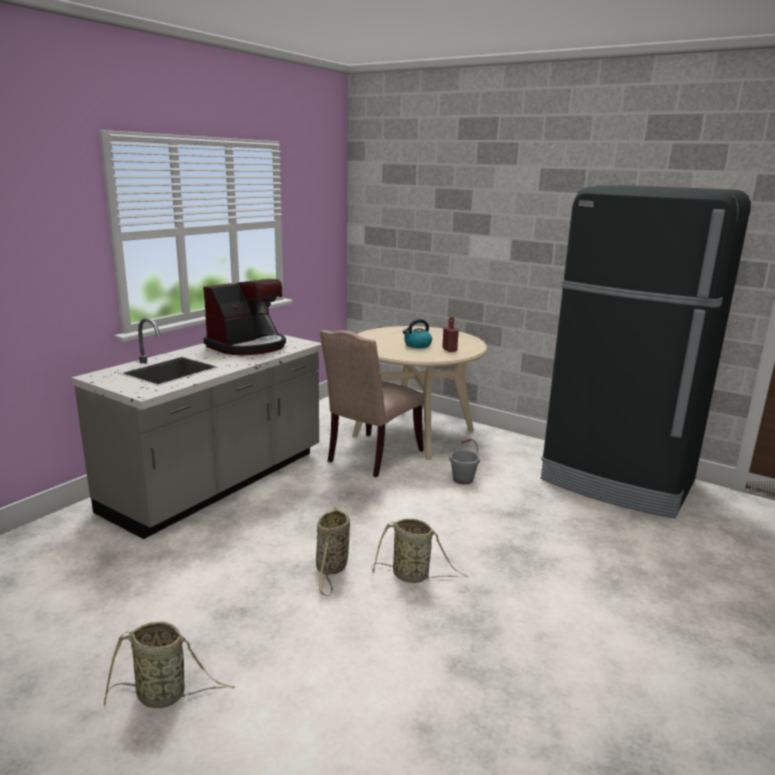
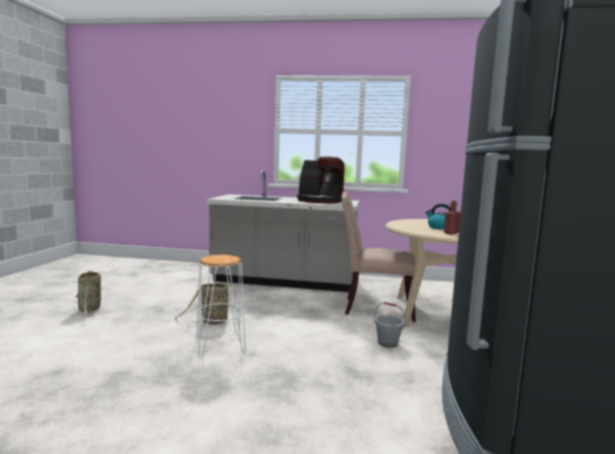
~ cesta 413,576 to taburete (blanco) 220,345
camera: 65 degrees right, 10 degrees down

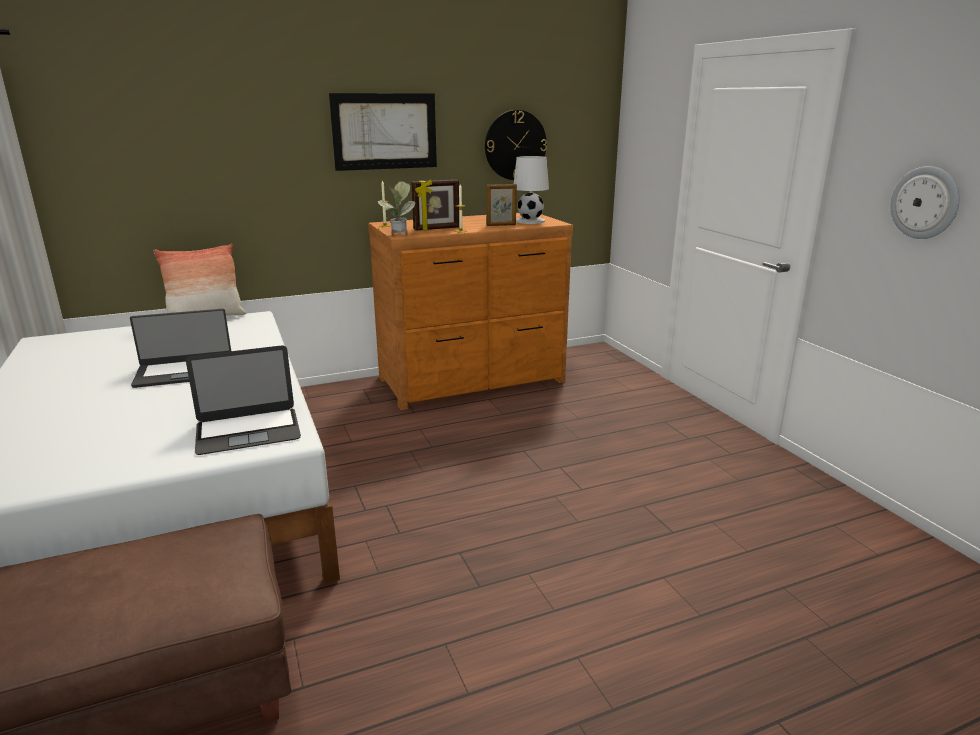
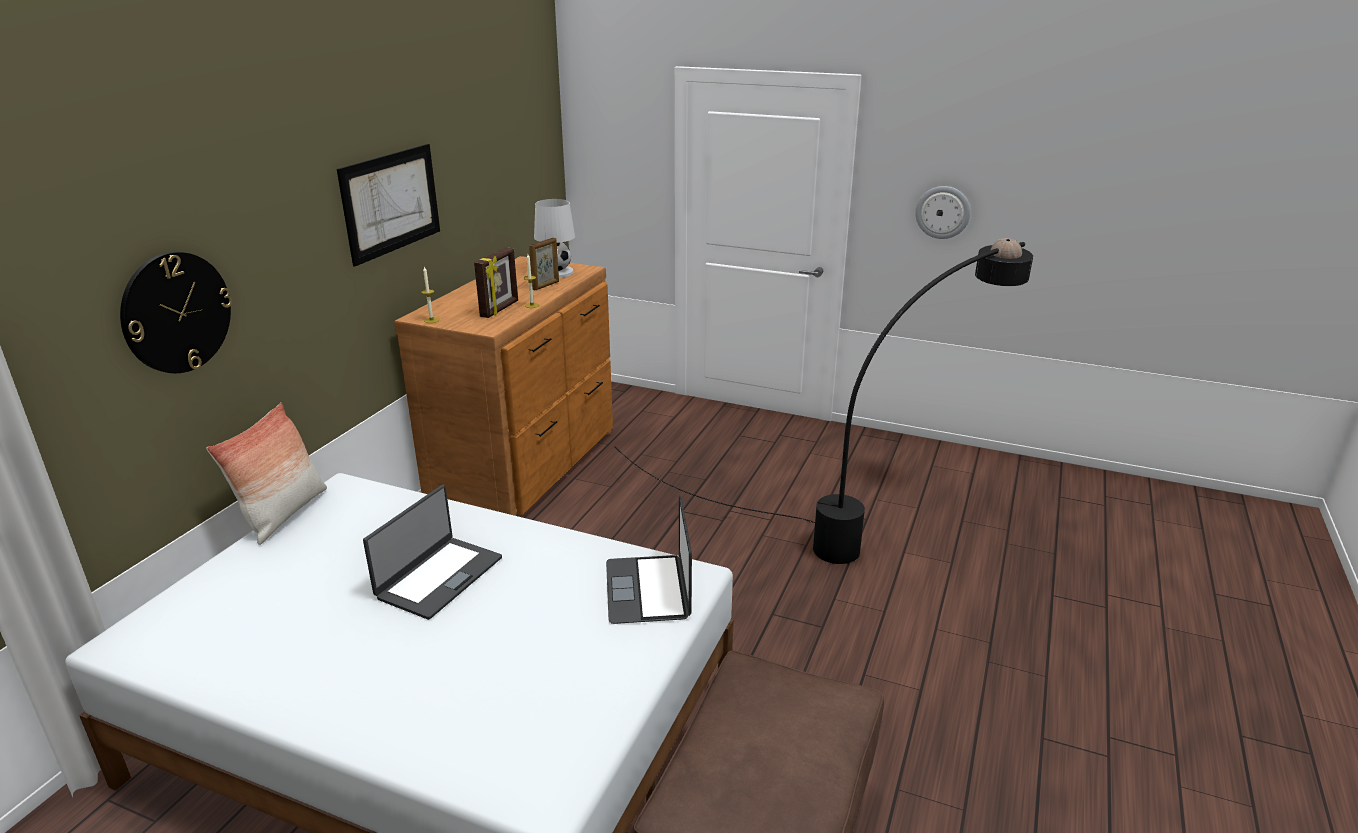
~ portátil 248,431 = 648,589 150 degrees clockwise
- planta en maceta 398,235
~ reloj de pared 515,145 to 176,312
+ lámpara de pie (negro) 861,522
camera: 45 degrees left, 5 degrees up

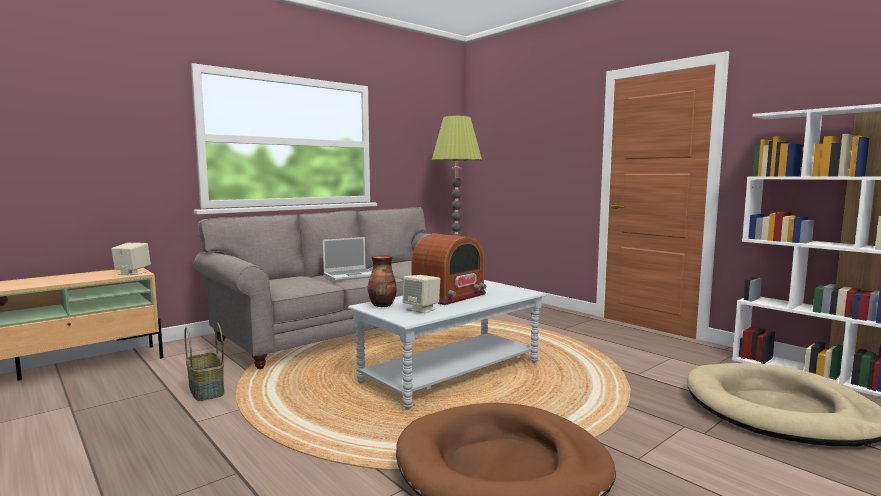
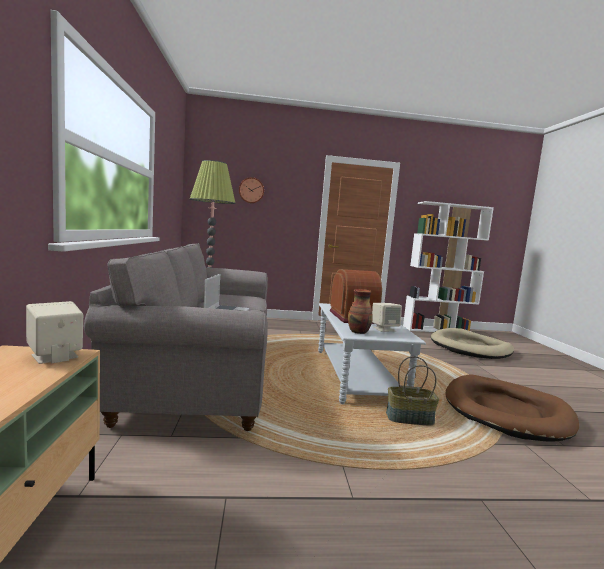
~ cesta 205,390 to 409,419
+ reloj de pared 251,190
camera: 55 degrees left, 0 degrees up

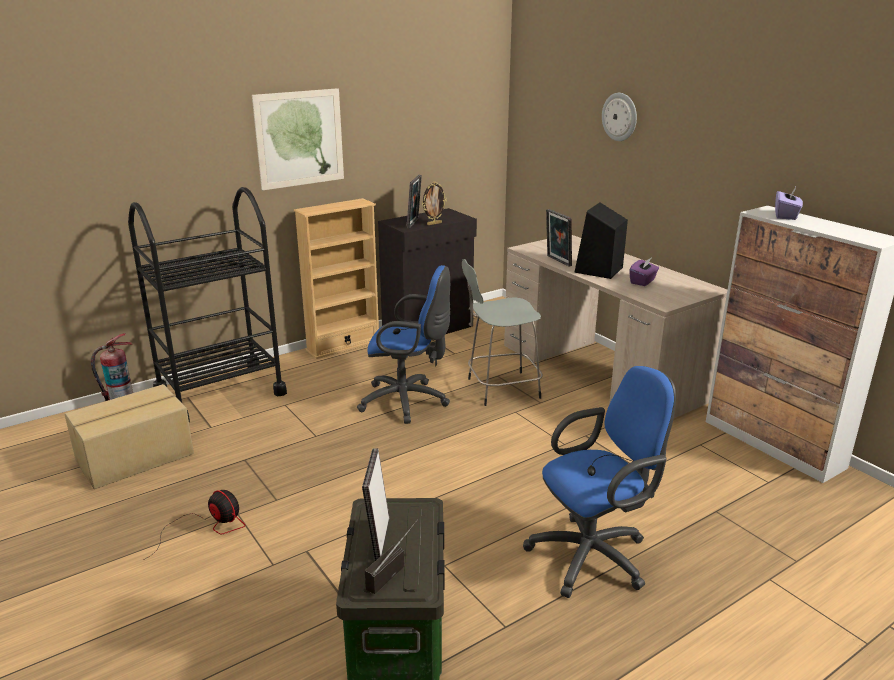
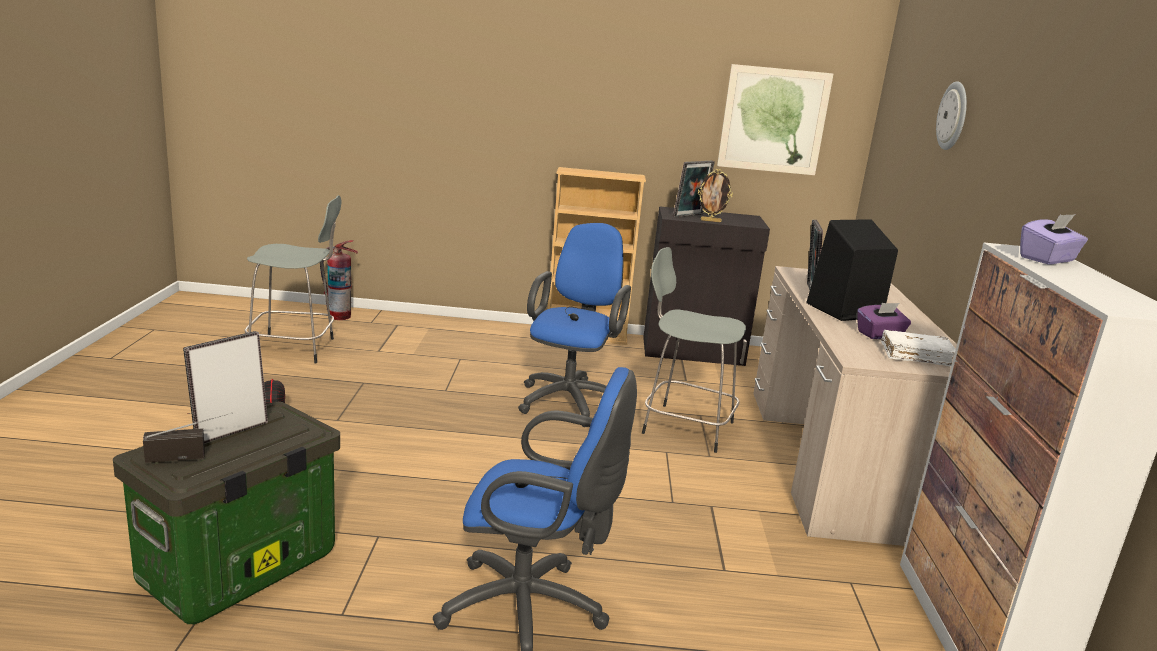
~ caja de cartón 136,457 to taburete (gris) 295,348
- carrito (negro) 220,392
~ cuadro 299,138 to 773,120
~ silla de oficina (azul) 408,402 = 570,399 120 degrees counterclockwise
+ libro (blanco) 915,355
camera: 35 degrees right, 5 degrees down

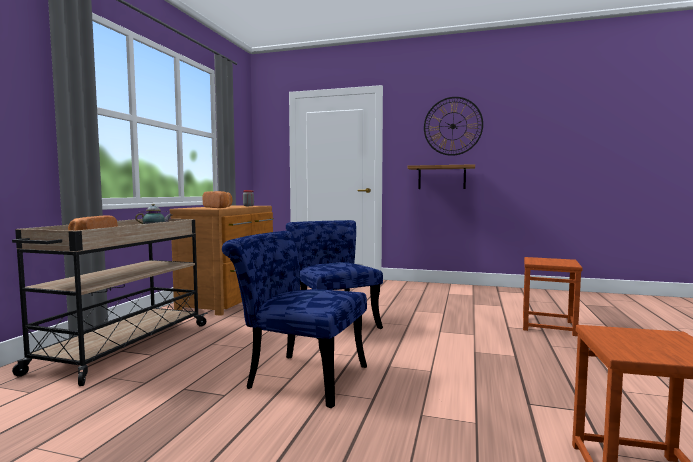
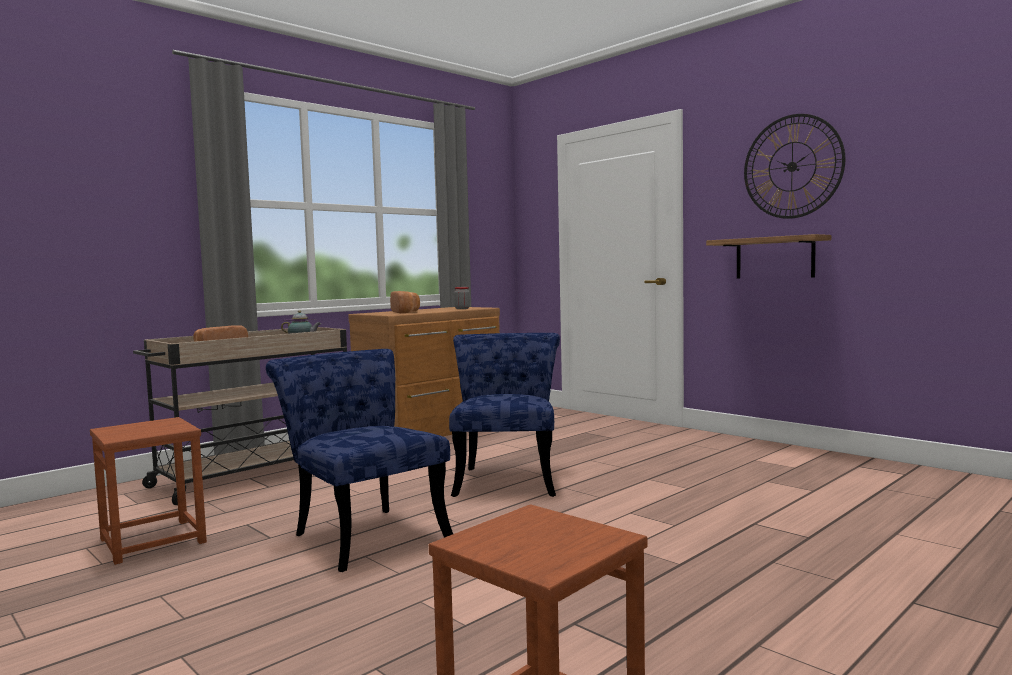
~ taburete (marrón) 548,326 to 154,540
camera: 30 degrees right, 0 degrees up

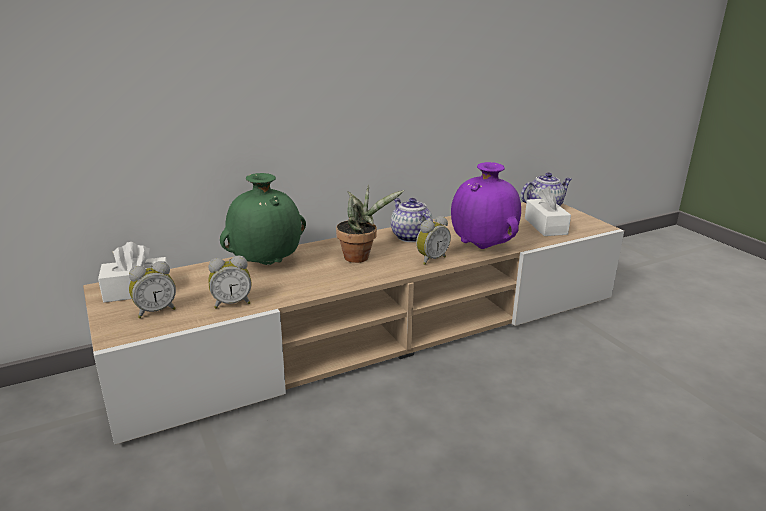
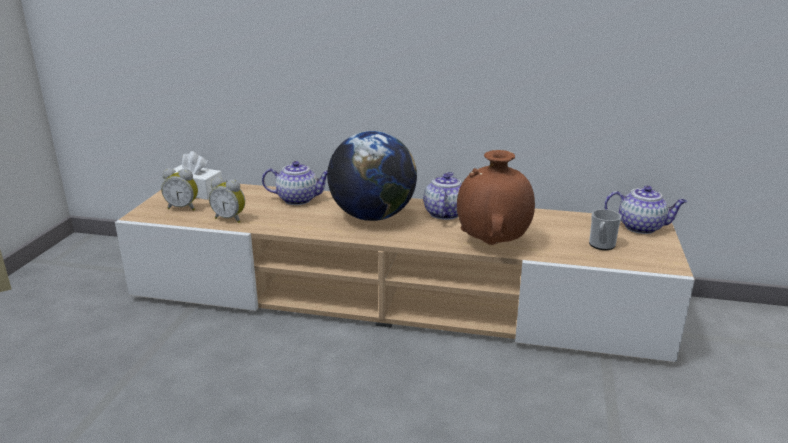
~ florero (verde) 267,263 to tetera 299,199
~ planta en maceta 360,257 to globo terráqueo 372,216
- despertador 430,259
~ florero (morado) 483,247 to florero (marrón) 492,243
~ caja de pañuelos (blanco) 545,226 to taza grande 601,246
camera: 40 degrees right, 0 degrees up

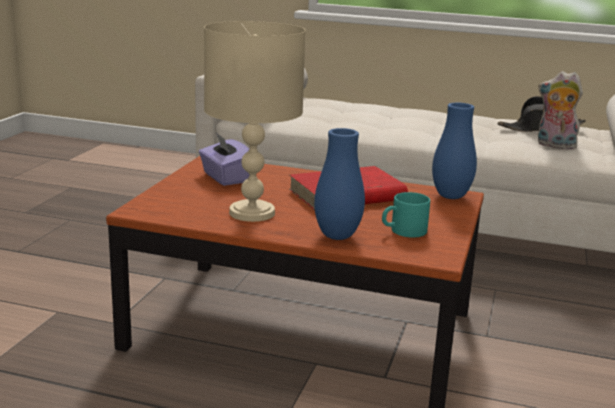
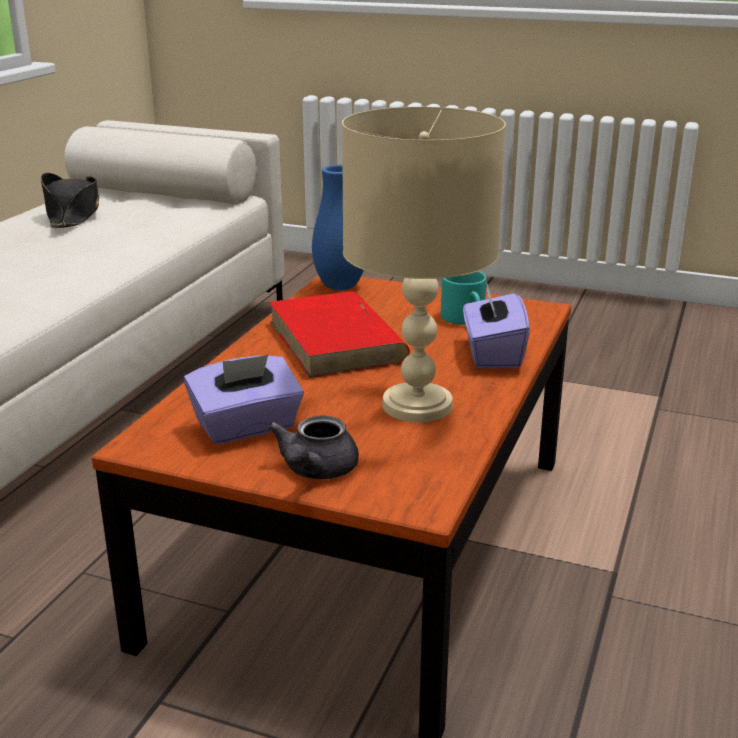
~ florero (azul) 337,236 to caja de pañuelos (morado) 492,354
- peluche 554,146
+ tetera (gris) 315,471
camera: 85 degrees left, 5 degrees up

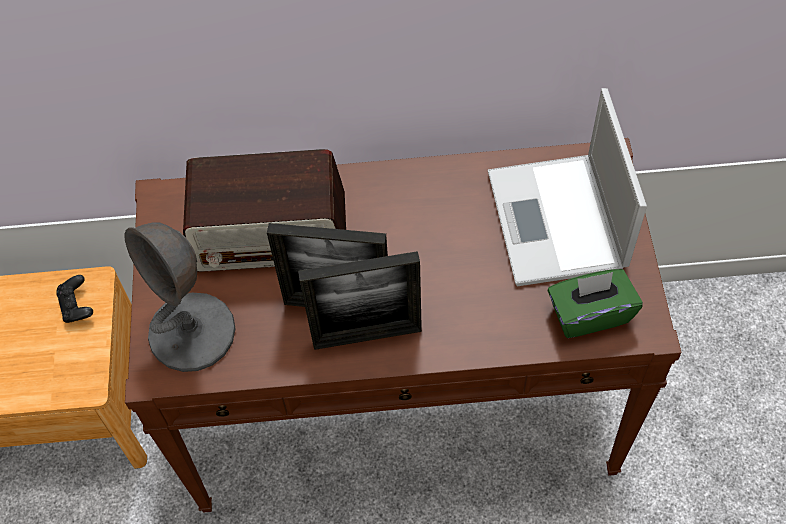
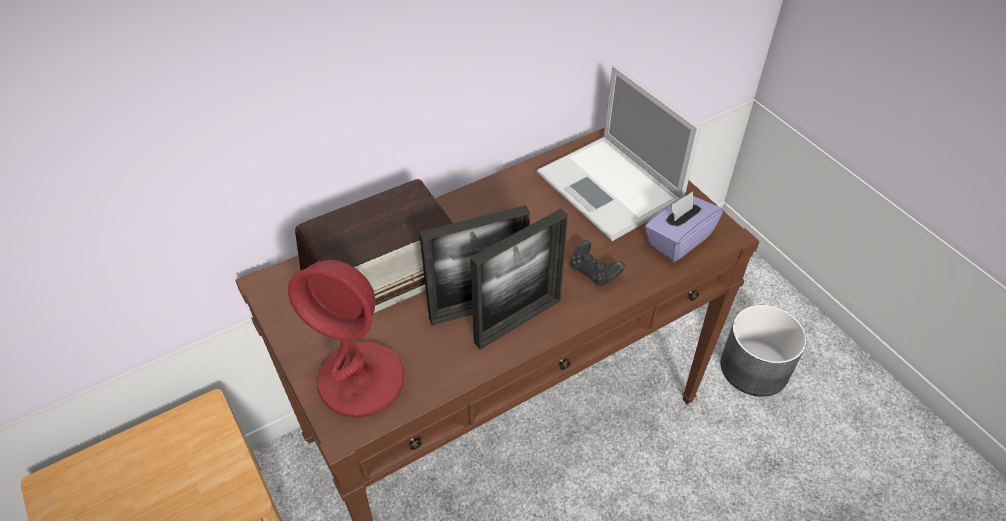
~ mando de consola (negro) 77,306 to 594,272
~ lámpara de mesa (gris) 193,333 to lámpara de mesa (rojo) 362,380
~ caja de pañuelos (verde) 589,314 to caja de pañuelos (morado) 678,240
+ maceta (gris) 755,368
camera: 30 degrees left, 10 degrees down

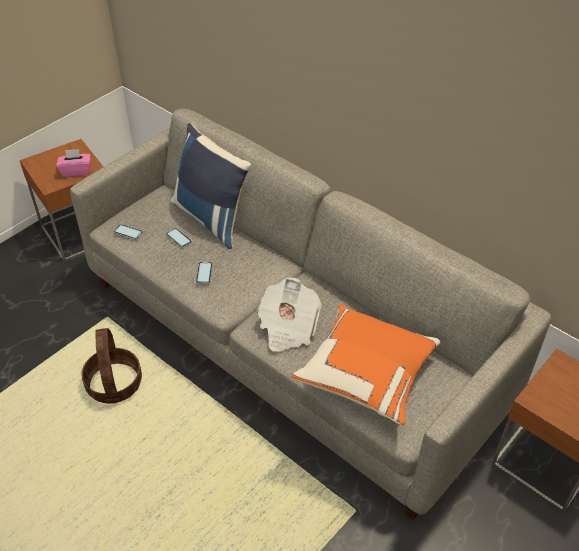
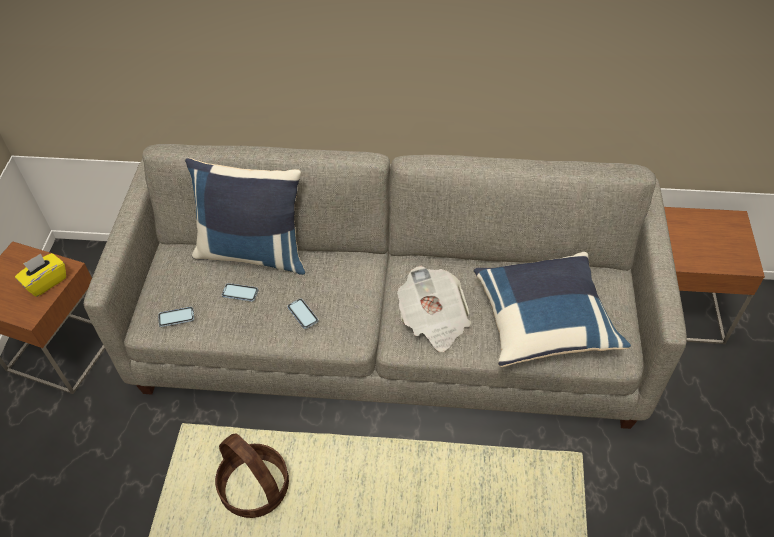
~ caja de pañuelos (rosa) 76,171 to caja de pañuelos (amarillo) 46,282
~ cojín (naranja) 367,375 to cojín (azul) 543,322
camera: 35 degrees left, 5 degrees up

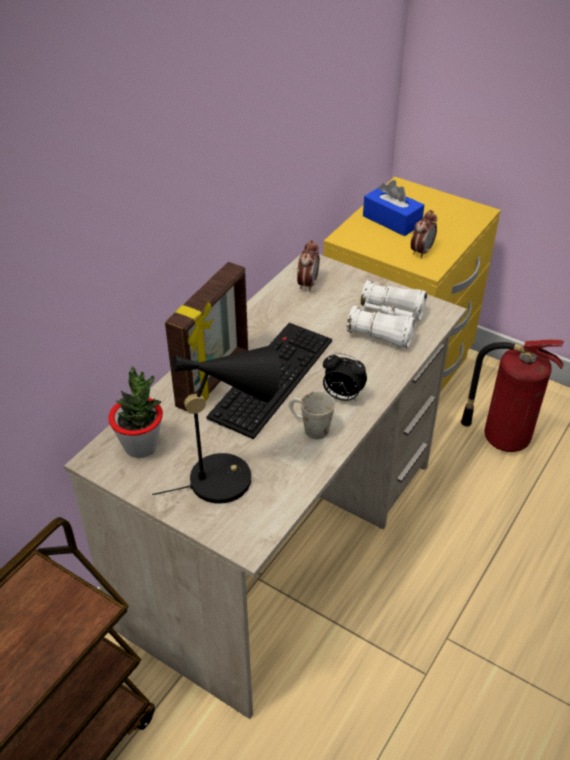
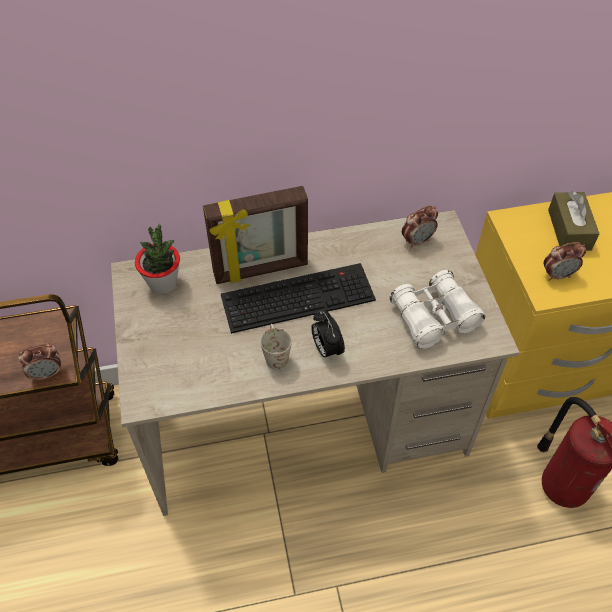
- lámpara de mesa (negro) 230,475
~ caja de pañuelos (azul) 392,220 to caja de pañuelos (marrón) 569,230
+ despertador 47,374
camera: 45 degrees right, 10 degrees up

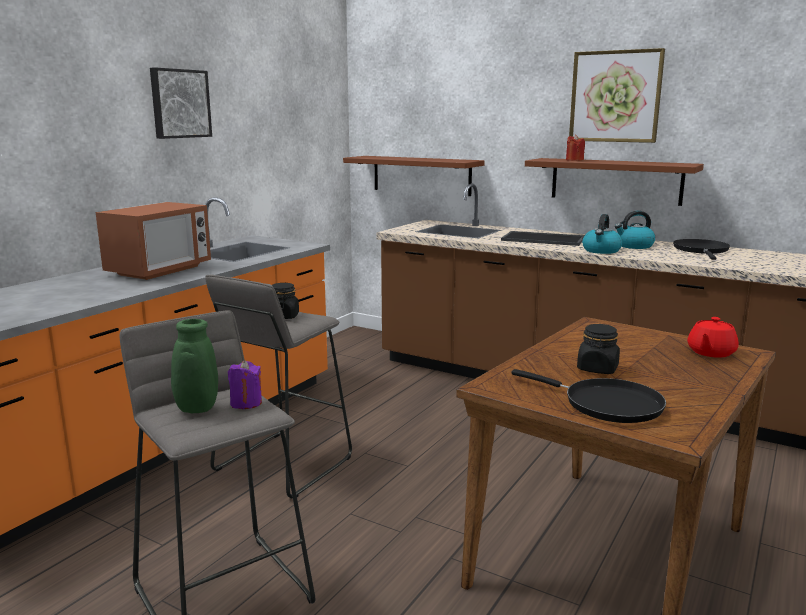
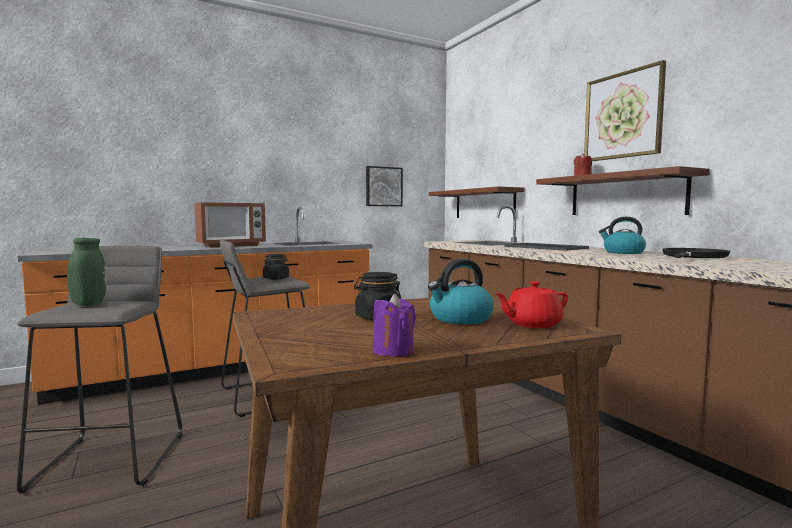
~ cuadro 179,103 to 383,186
~ vela (morado) 246,403 to 393,352
- sartén (negro) 606,404
~ hervidor 601,251 to 460,319
camera: 30 degrees right, 10 degrees down

